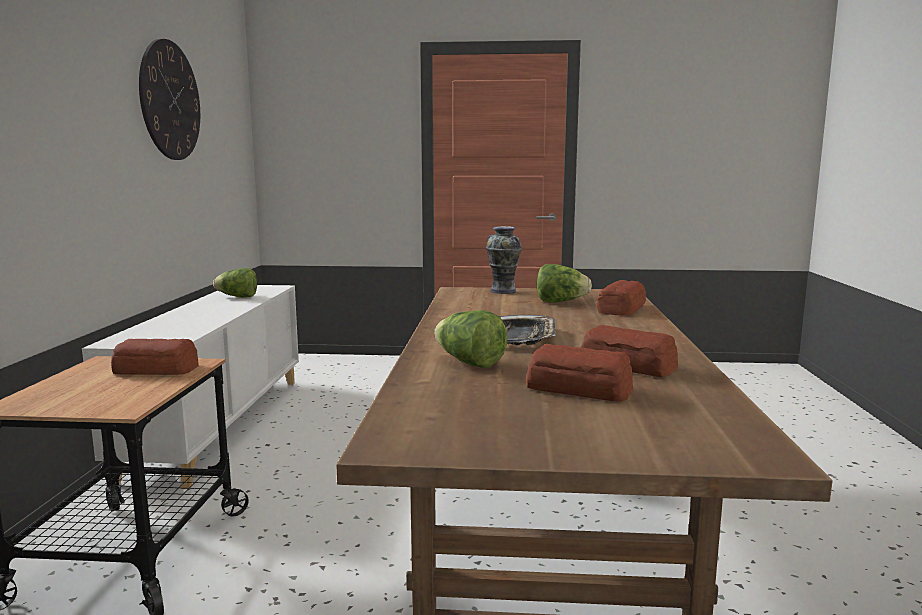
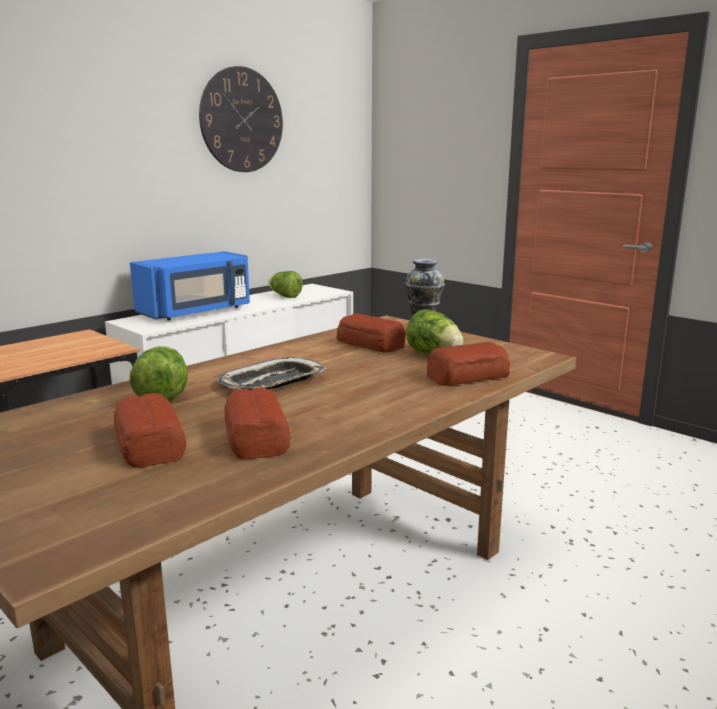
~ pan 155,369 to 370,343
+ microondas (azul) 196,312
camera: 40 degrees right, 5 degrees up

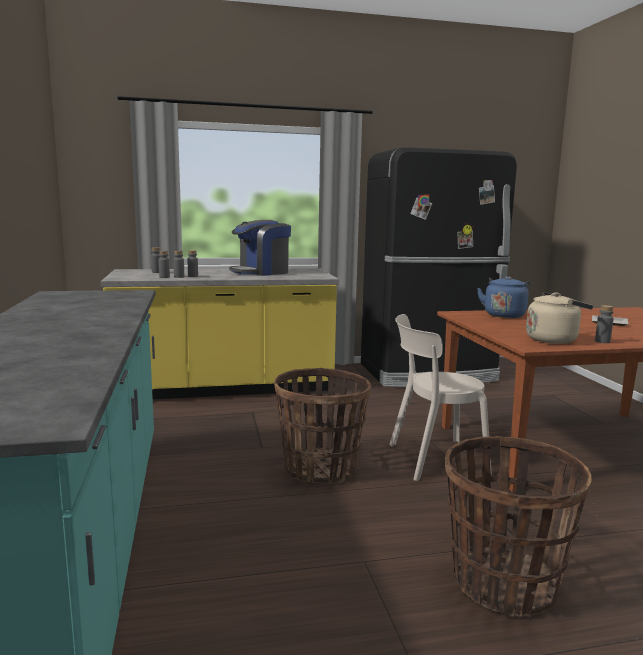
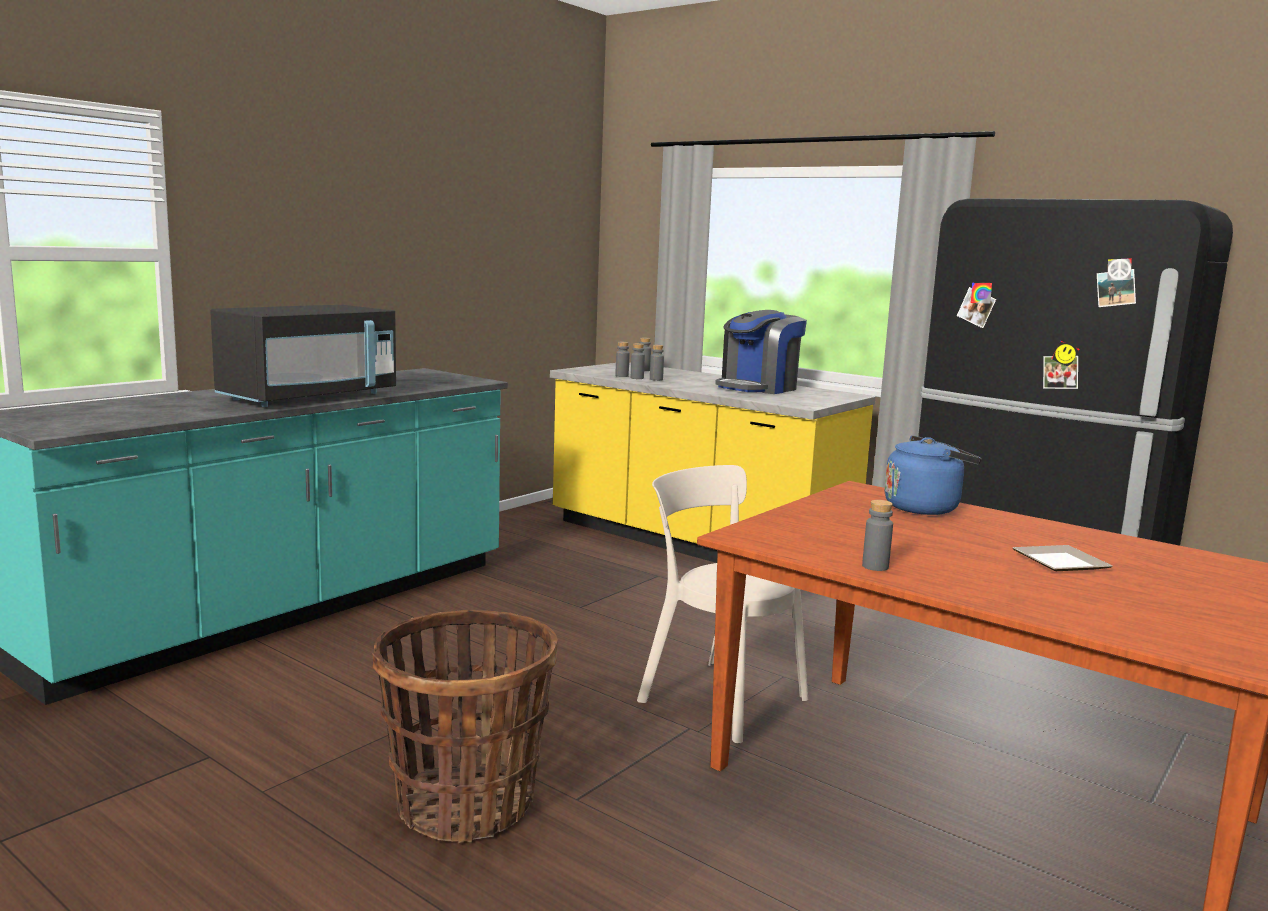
~ cafetera 261,272 = 758,388 60 degrees counterclockwise
- cesta 320,469
- hervidor (beis) 554,340
+ microondas (negro) 309,397
camera: 50 degrees right, 0 degrees up

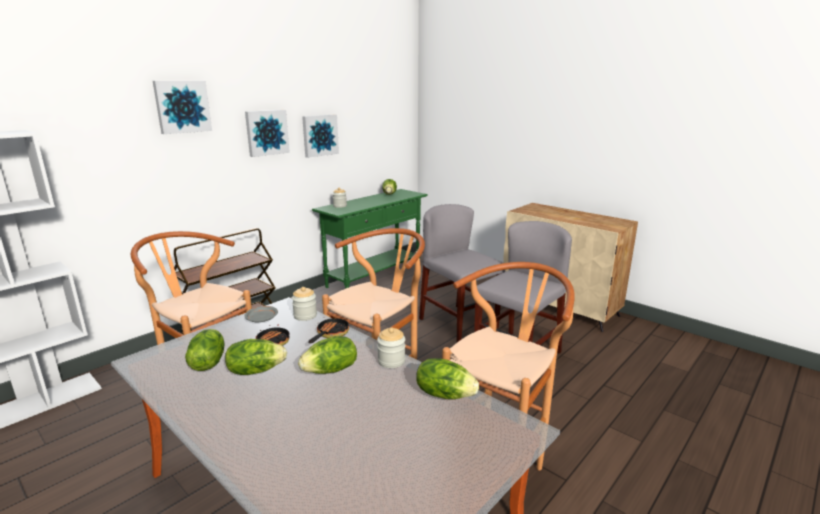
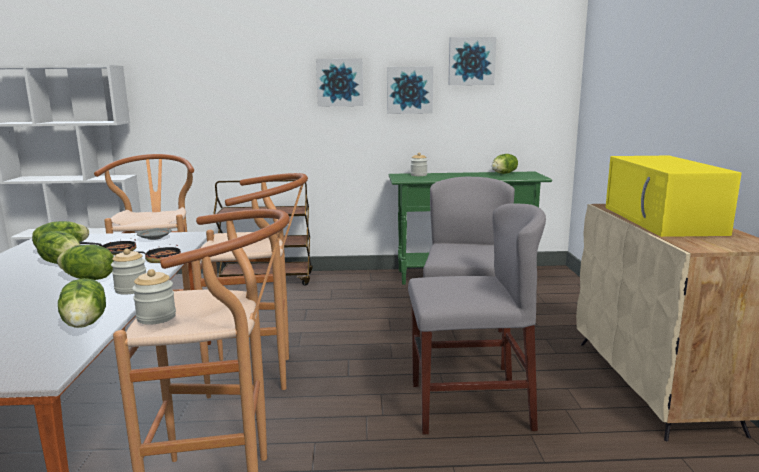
~ cuadro 182,106 to 471,61
~ tarro 305,316 to 156,317
+ microondas (amarillo) 663,220
camera: 45 degrees right, 5 degrees down

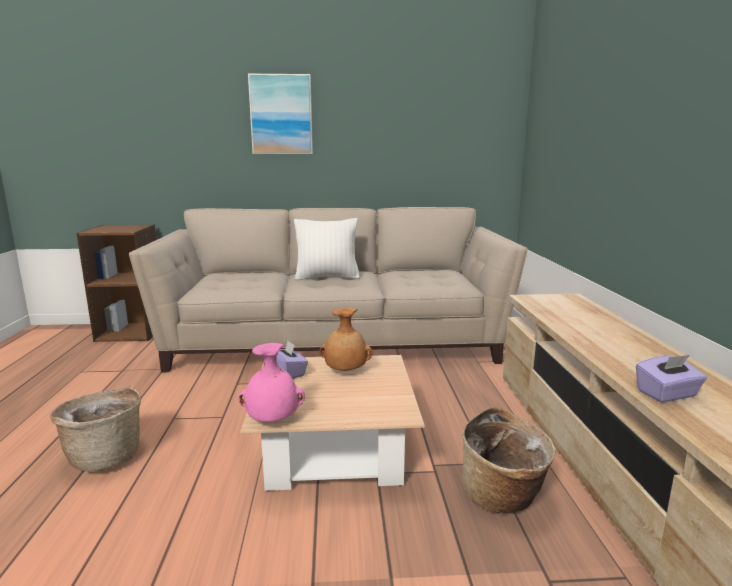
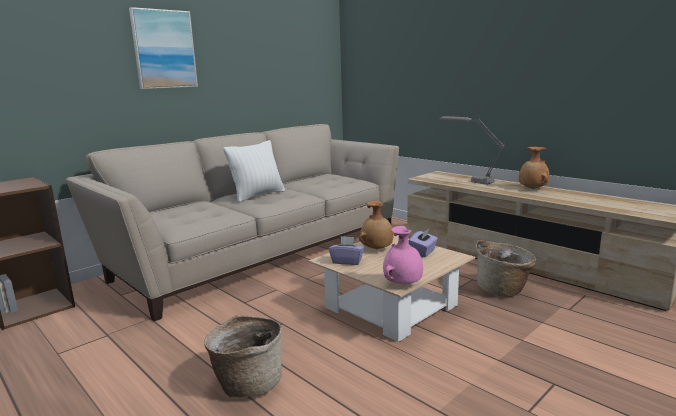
~ caja de pañuelos (morado) 667,394 to 423,252
+ lámpara de mesa (gris) 468,179
+ florero (marrón) 532,188
camera: 40 degrees left, 0 degrees up

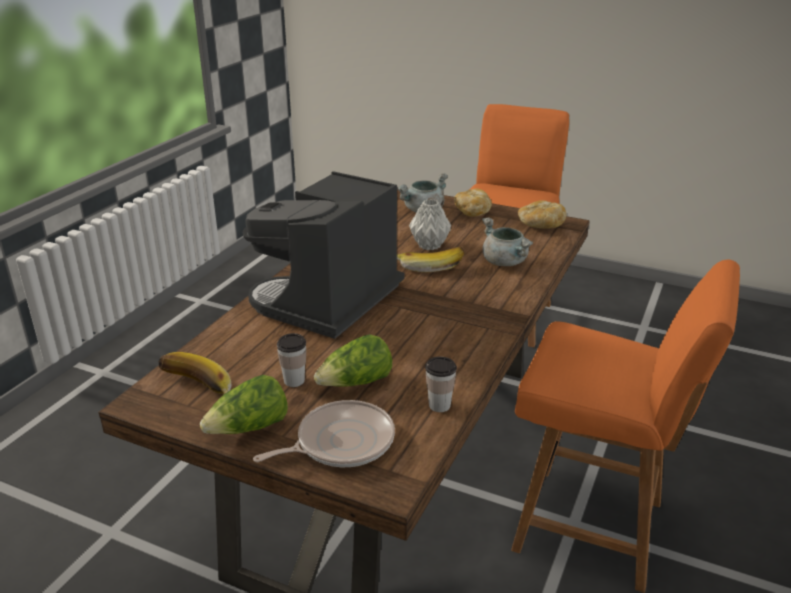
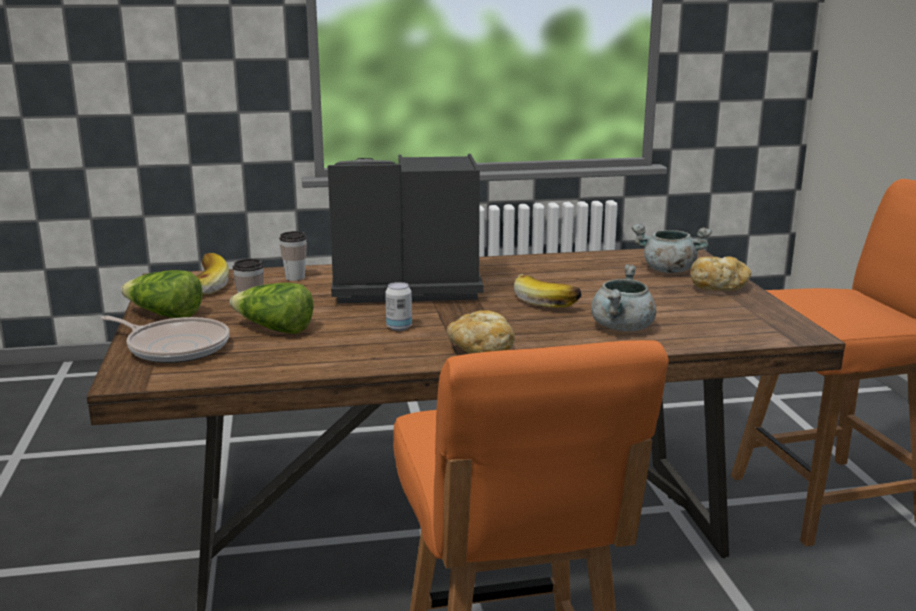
- florero (gris) 429,246
~ taza 439,405 to 295,277
~ pan 540,226 to 481,351
+ lata 399,327
camera: 55 degrees right, 10 degrees down

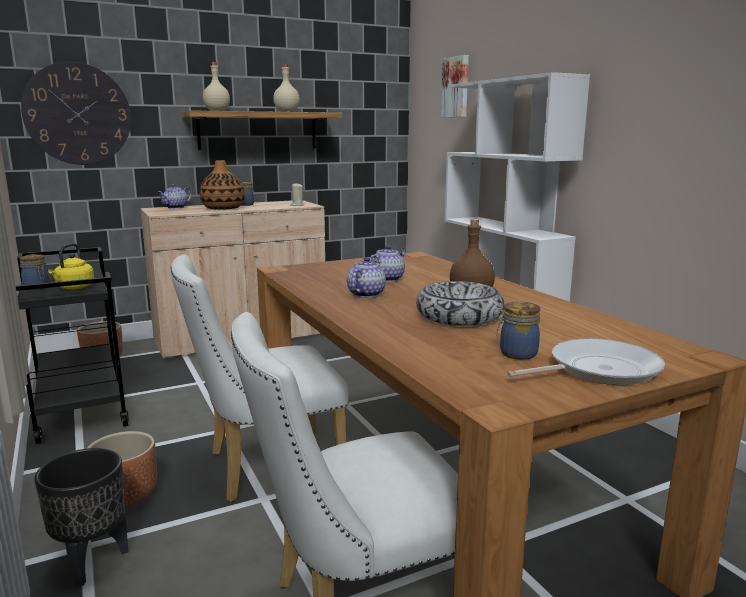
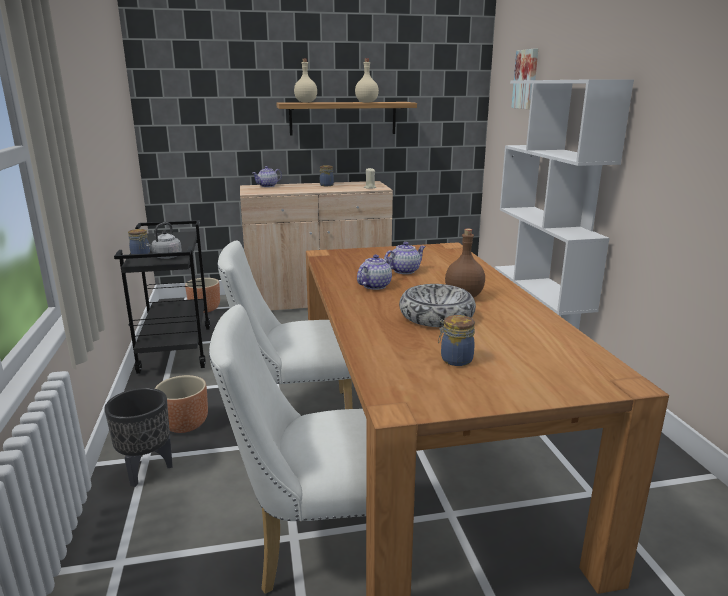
- reloj de pared 78,114
~ hervidor (amarillo) 74,288 to hervidor (gris) 166,257
- florero 223,208
- sartén 598,370
camera: 15 degrees right, 5 degrees up

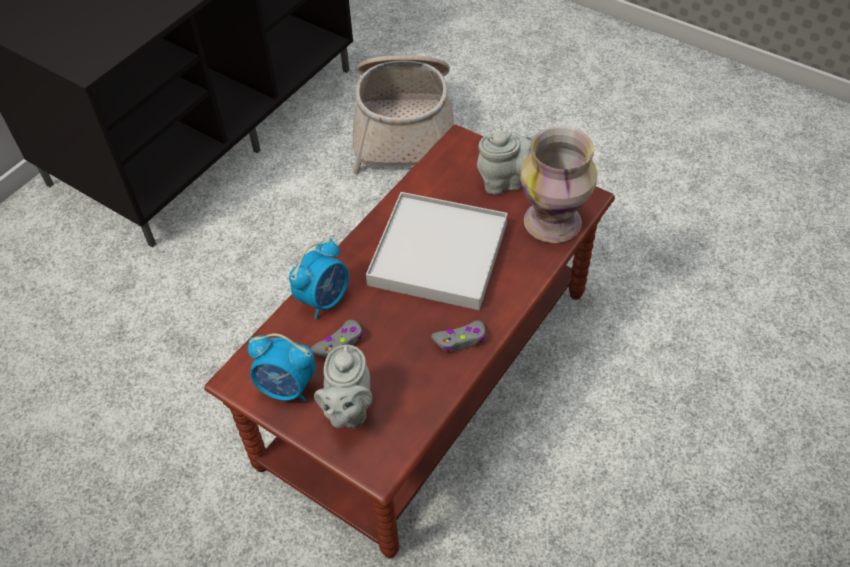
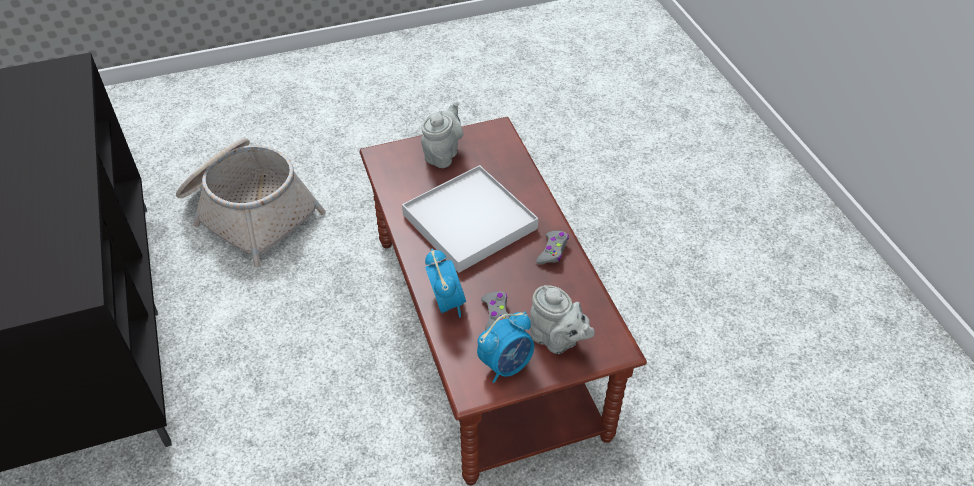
- florero 553,222
camera: 55 degrees left, 5 degrees down

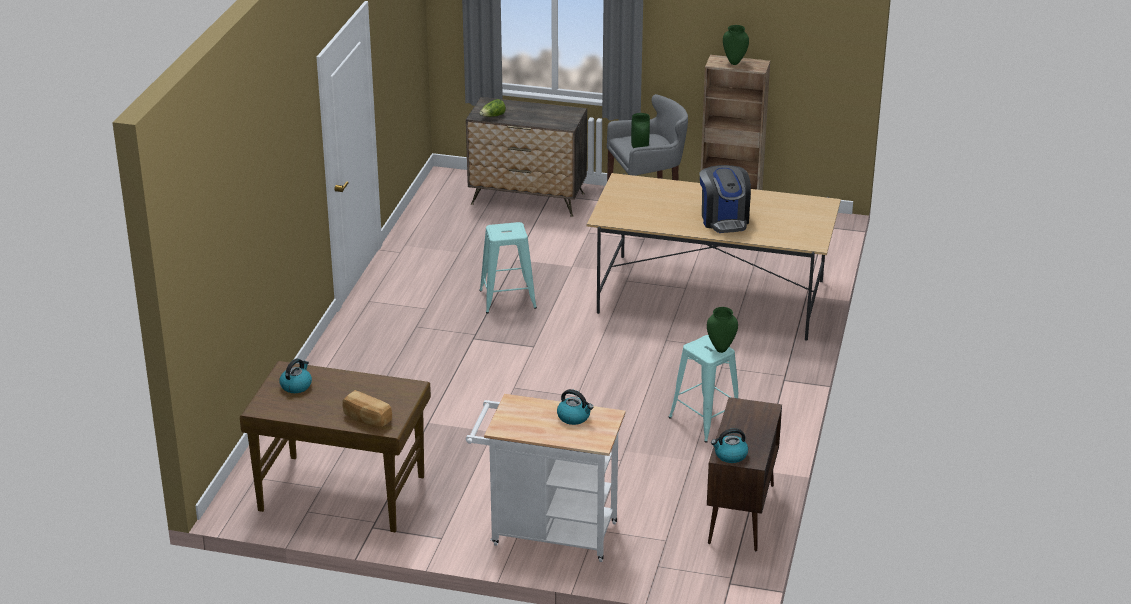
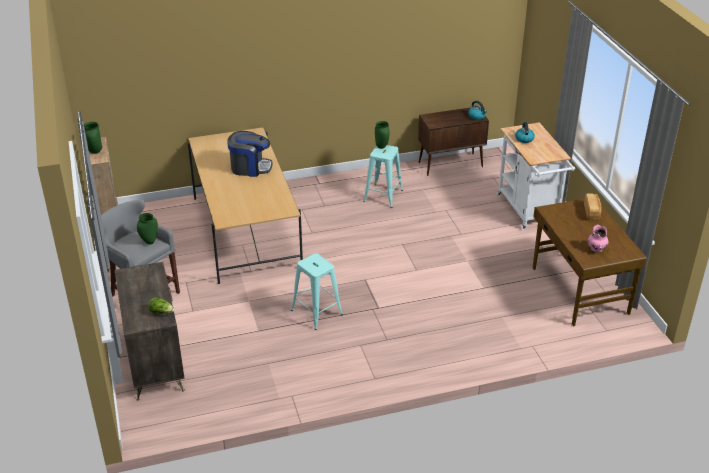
~ hervidor 296,386 to florero (rosa) 596,249
~ cafetera 724,219 = 250,168 45 degrees clockwise
camera: 120 degrees left, 5 degrees up

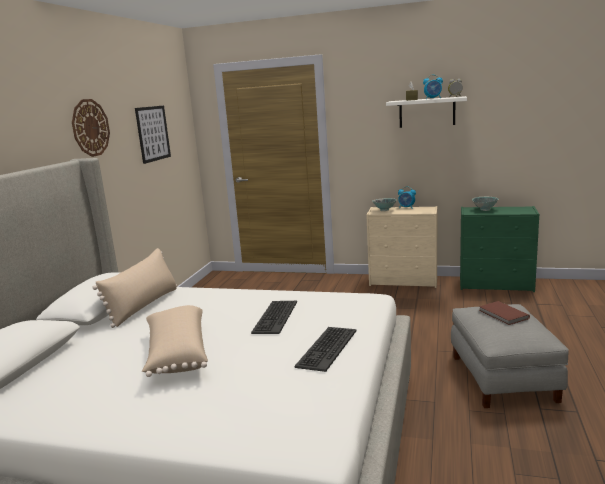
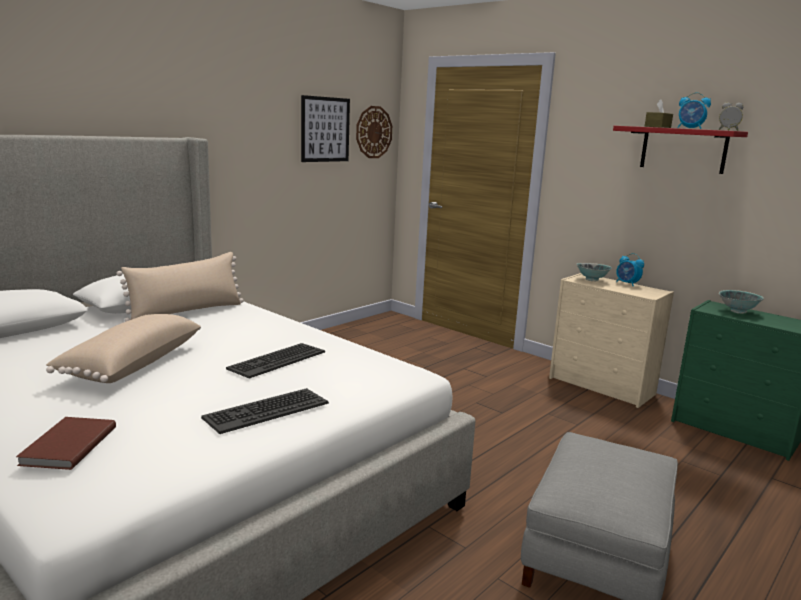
~ reloj de pared 90,127 to 373,132
~ estante (blanco) 427,112 to estante (rojo) 683,149
~ libro (marrón) 503,315 to 66,446
camera: 25 degrees right, 0 degrees up

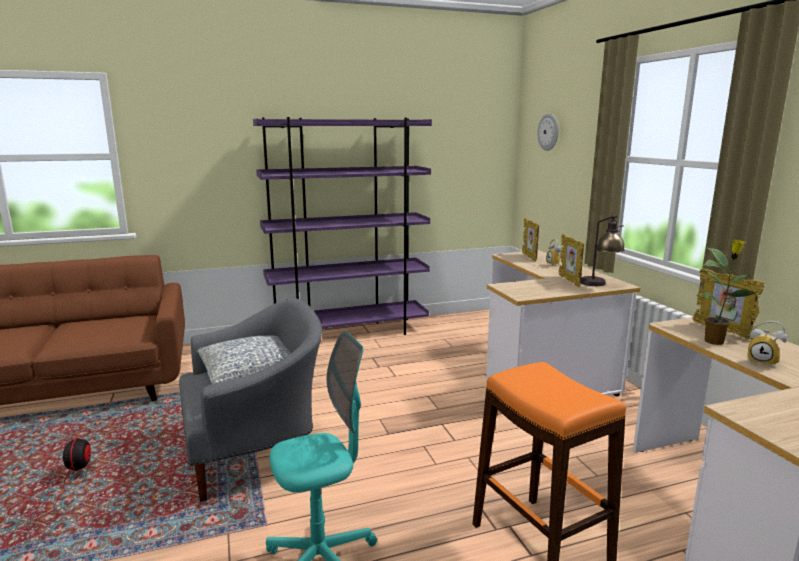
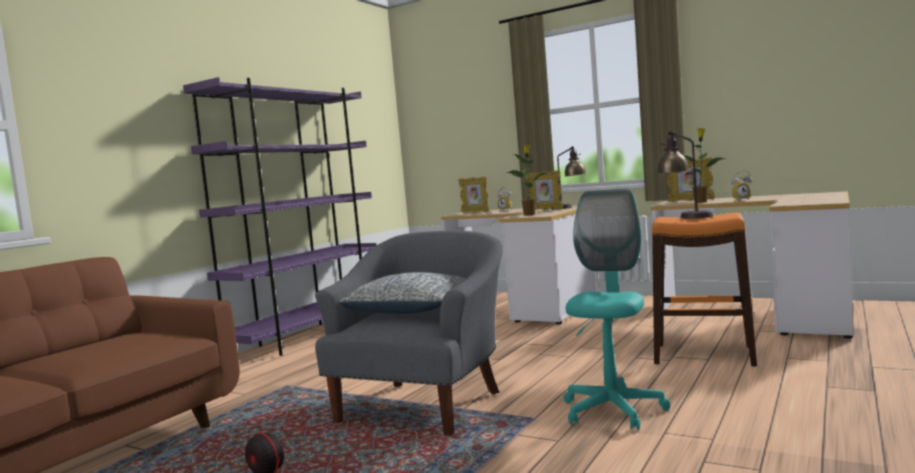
- reloj de pared 548,132
+ planta en maceta 530,214
+ lámpara de mesa 685,216
camera: 40 degrees left, 10 degrees down

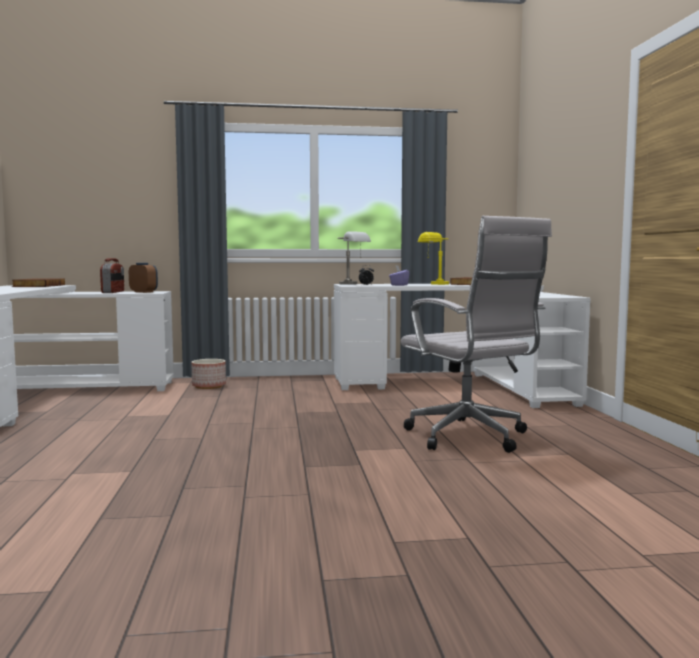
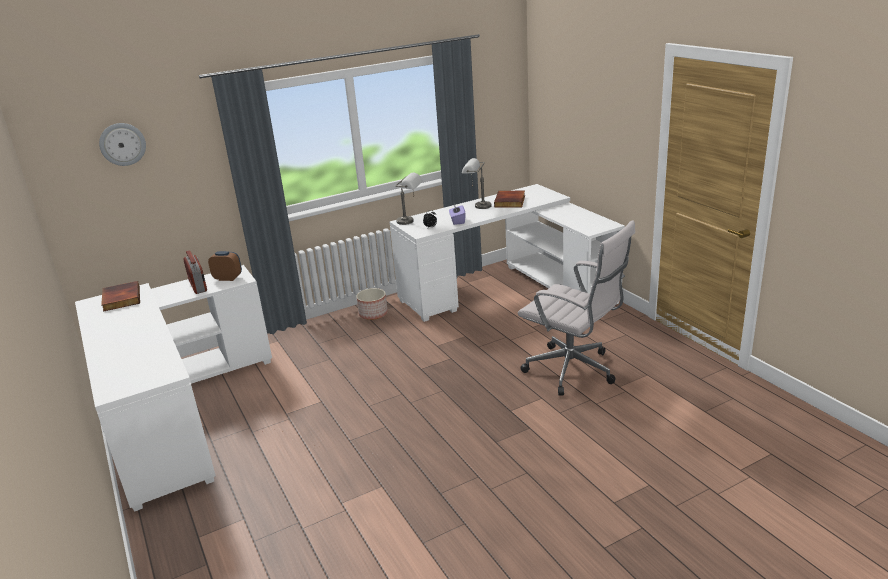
~ maceta 209,386 to 373,314
~ lámpara de mesa (amarillo) 433,284 to lámpara de mesa (gris) 477,206
+ reloj de pared 122,144
camera: 20 degrees left, 20 degrees up

